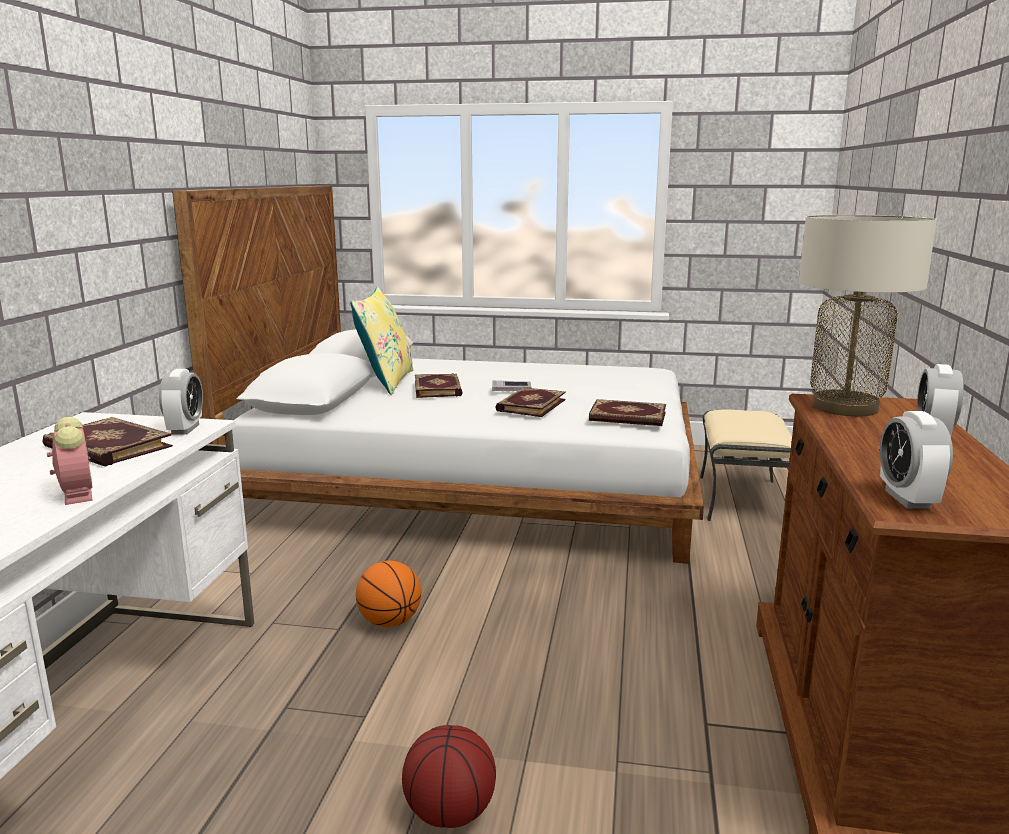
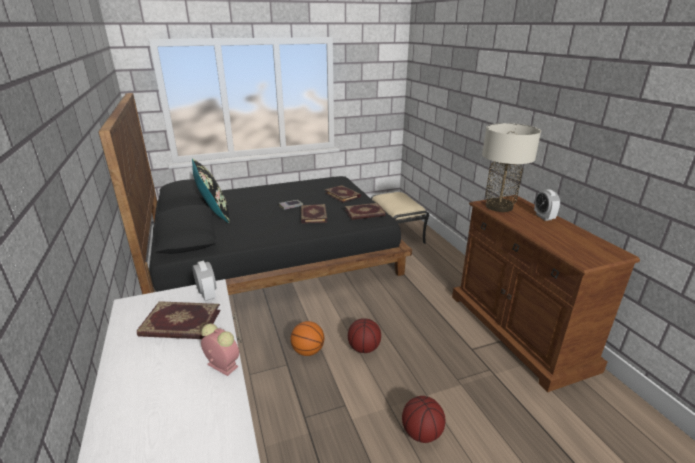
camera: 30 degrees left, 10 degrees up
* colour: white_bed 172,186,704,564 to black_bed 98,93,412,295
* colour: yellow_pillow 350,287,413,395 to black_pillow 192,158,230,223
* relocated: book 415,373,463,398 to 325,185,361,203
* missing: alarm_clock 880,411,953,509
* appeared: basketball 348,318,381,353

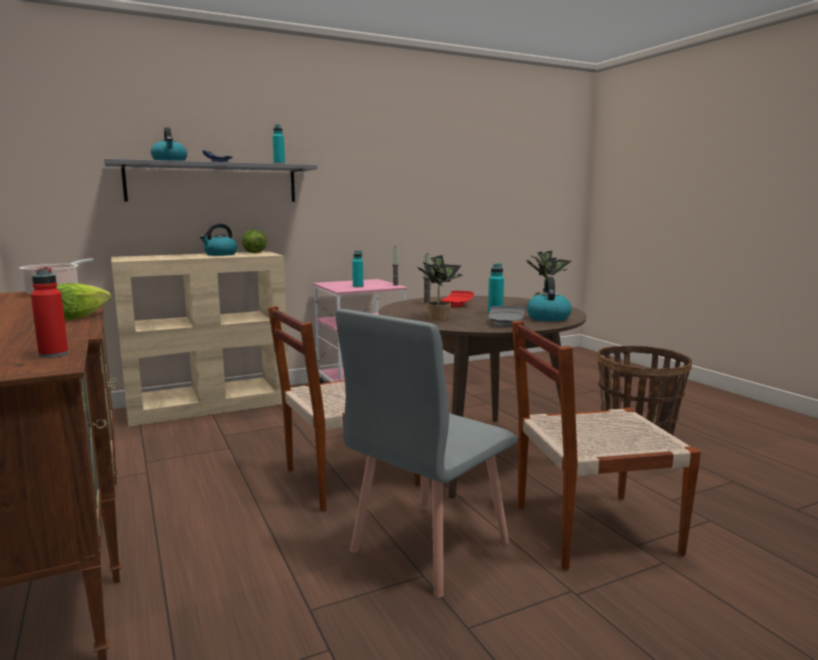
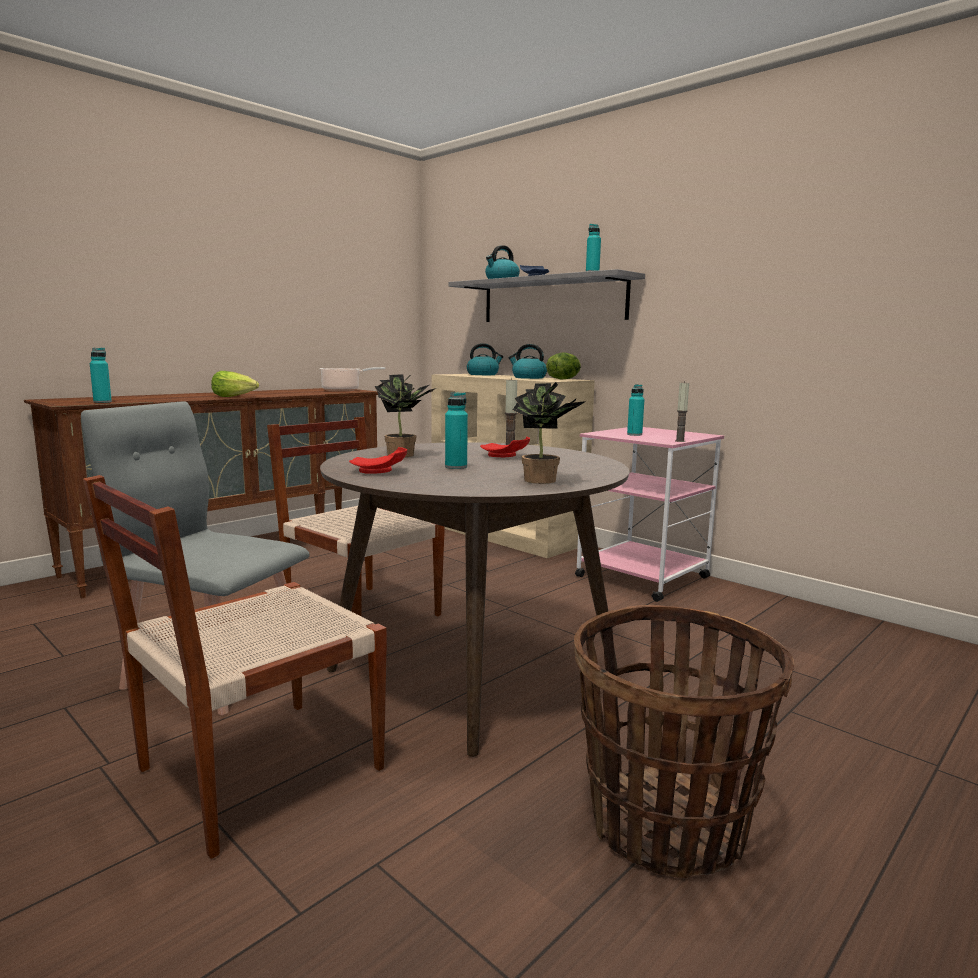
camera: 70 degrees right, 0 degrees up
* colour: red_bottle 31,267,69,358 to turquoise_bottle 90,348,112,403
* relocated: kettle 527,277,571,322 to 467,343,503,375
* colour: grey_plate 489,306,524,327 to red_plate 349,447,407,474
* spun: chair 512,320,701,570 = 83,475,387,859 105 degrees counterclockwise

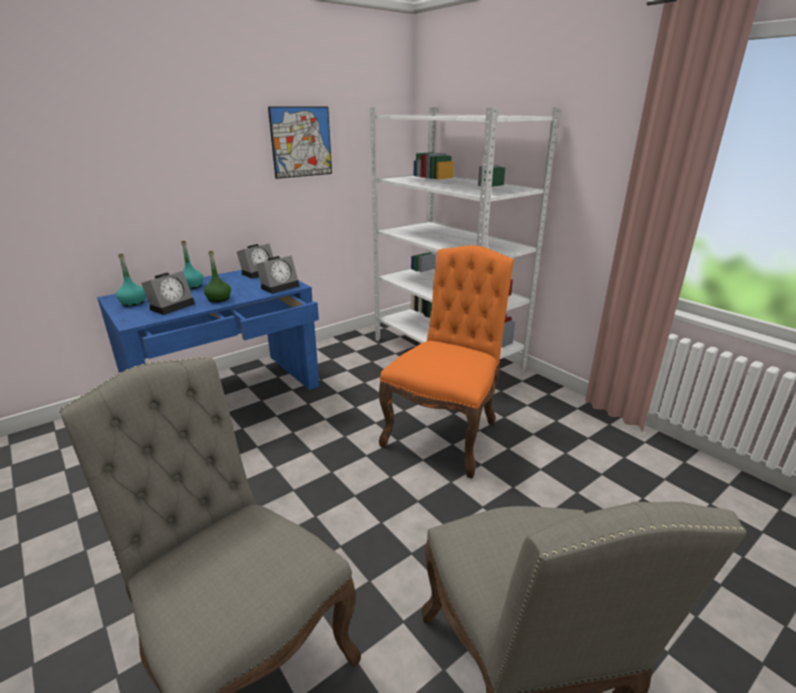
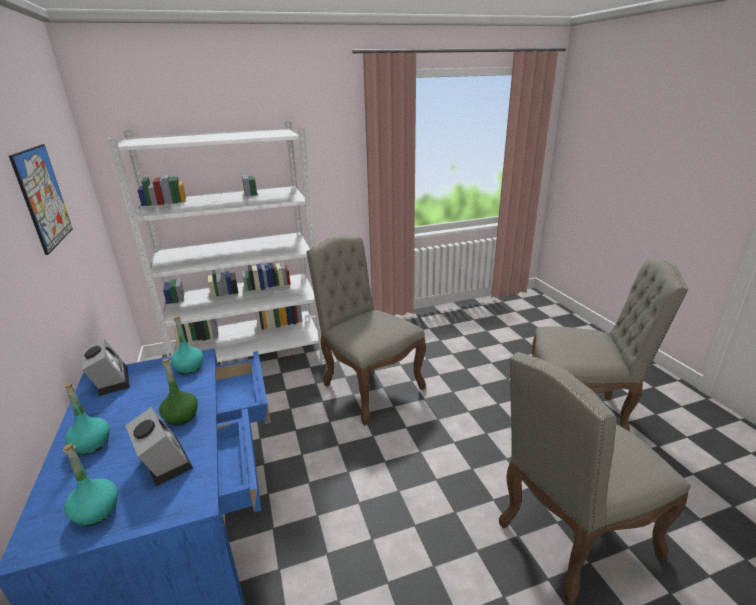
camera: 70 degrees left, 0 degrees up
* colour: orange_chair 379,245,514,479 to grey_chair 307,236,426,425
* exchanged: alarm_clock 256,255,299,294 to turquoise_bottle 171,316,203,374

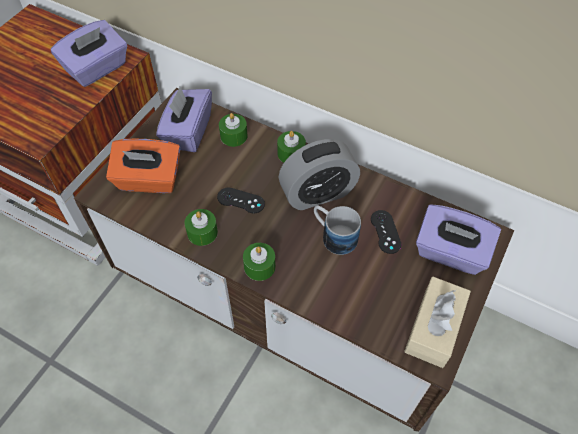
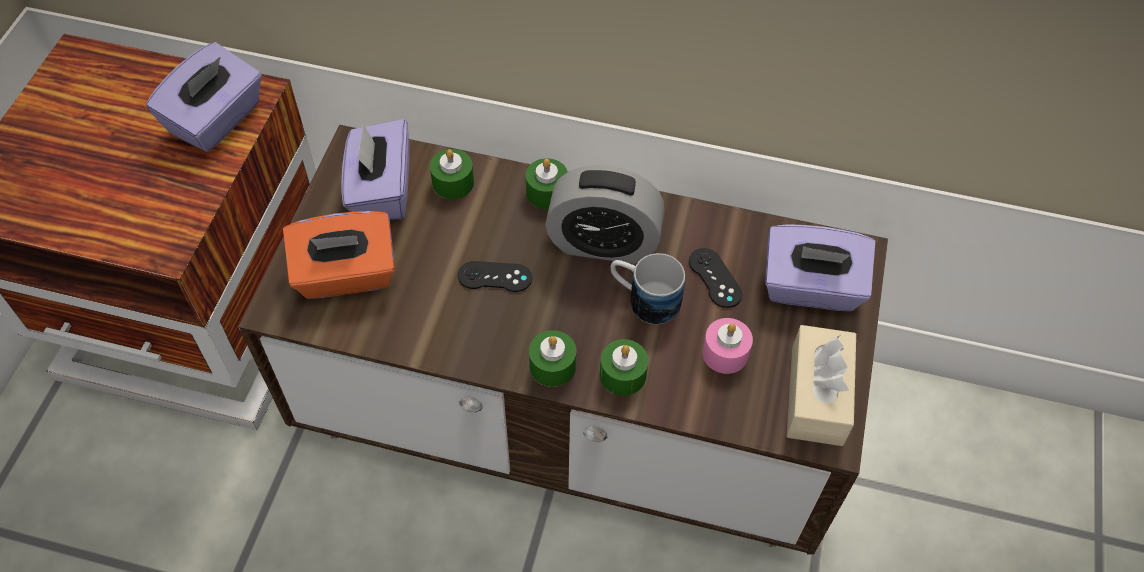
camera: 15 degrees left, 0 degrees up
* spun: alarm_clock 278,139,360,210 = 545,165,665,264 45 degrees clockwise
* relocated: green_candle 185,209,218,246 to 600,339,648,396
* appeared: pink_candle 702,318,753,374

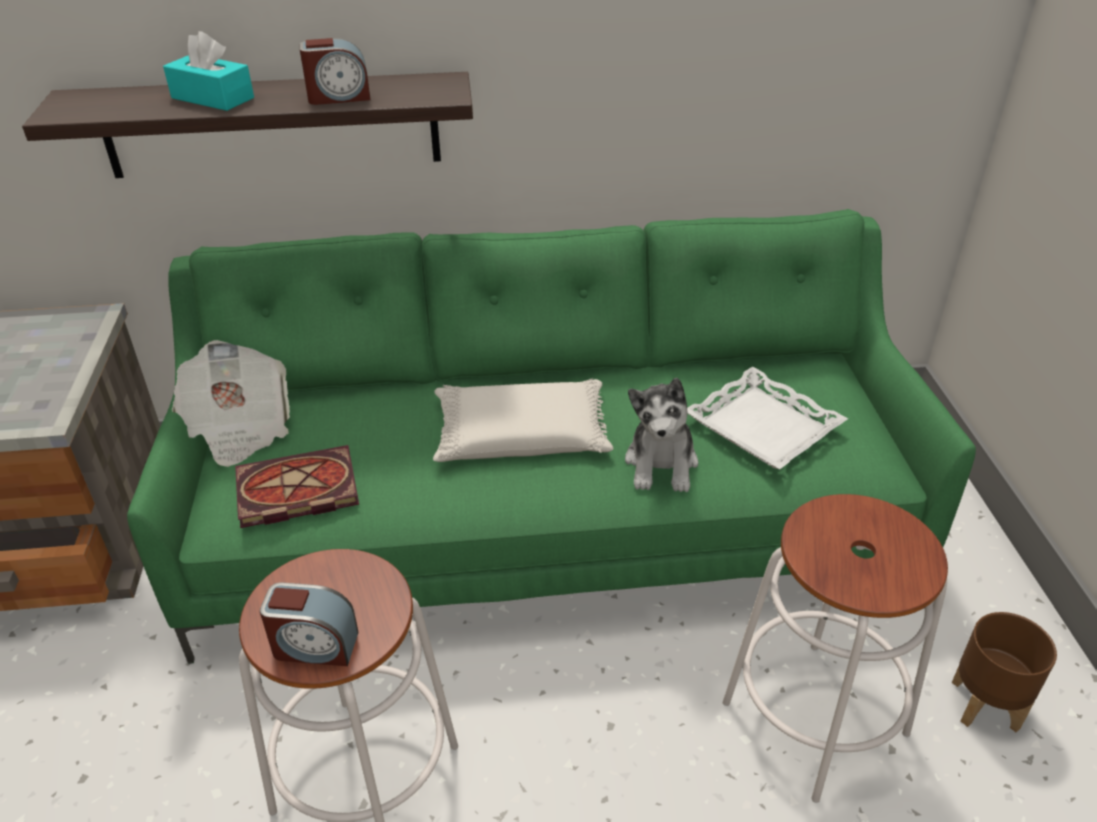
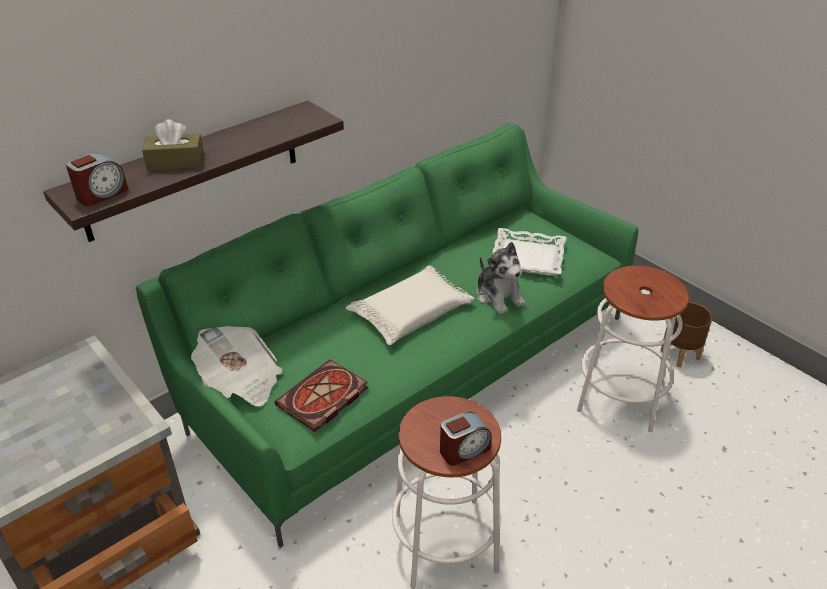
camera: 35 degrees left, 0 degrees up
* colour: turquoise_tissue_box 163,31,254,111 to brown_tissue_box 142,119,204,171
* relocated: alarm_clock 299,38,371,105 to 66,153,128,206

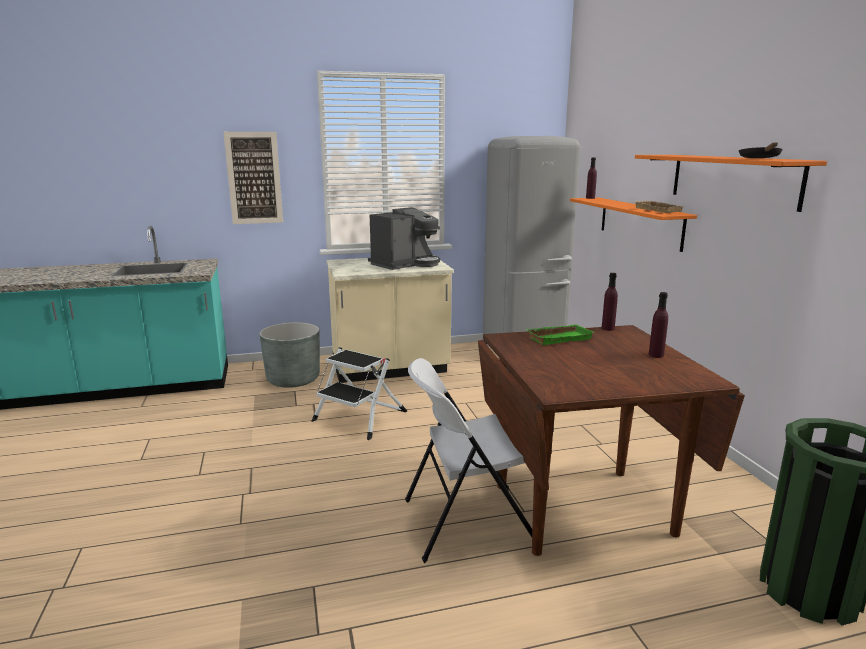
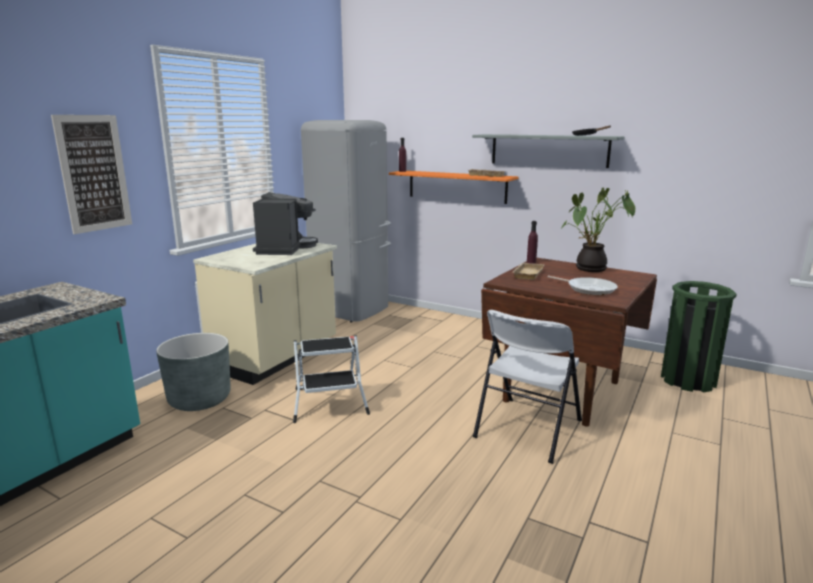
camera: 45 degrees left, 0 degrees up
* colour: orange_shelf 635,155,827,212 to grey_shelf 472,134,625,168
* exchanged: purple_bottle 649,292,668,358 to potted_plant 560,188,635,272
* colour: green_tray 525,324,593,345 to beige_tray 513,263,545,280
* appeared: frying_pan 547,276,618,295

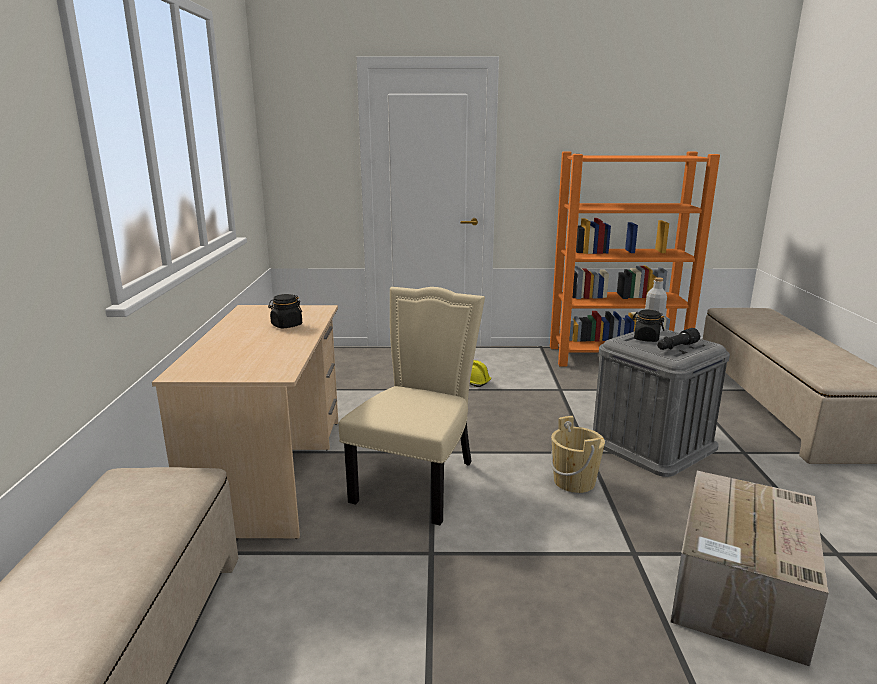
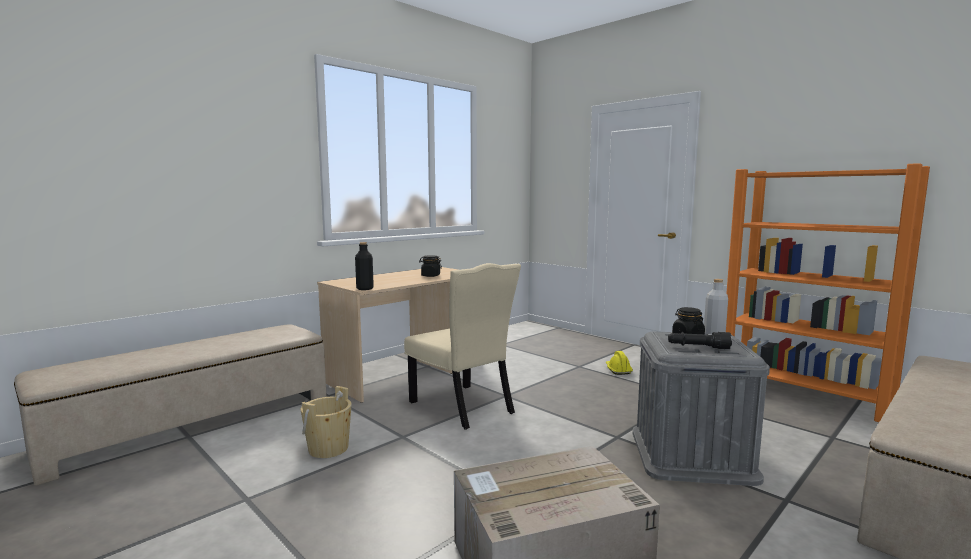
camera: 45 degrees right, 10 degrees down
* spun: beige_chair 339,287,485,525 = 404,263,521,430 75 degrees clockwise
* relocated: beige_bucket 550,416,605,493 to 300,386,352,458
* appeared: black_bottle 355,242,374,290

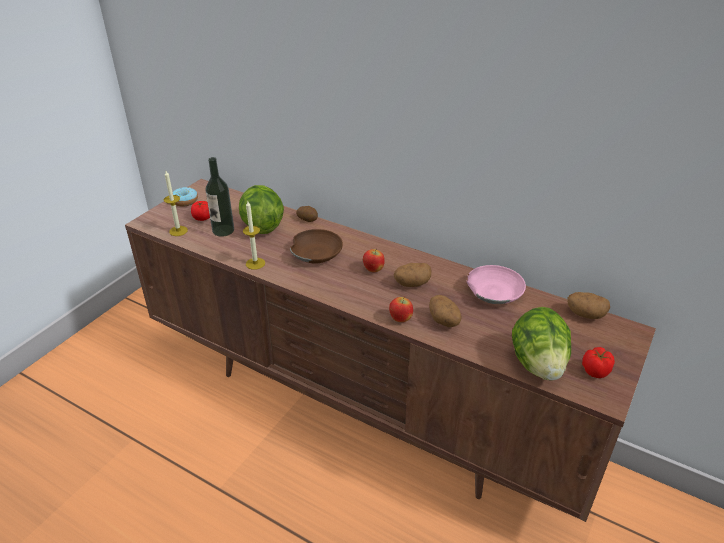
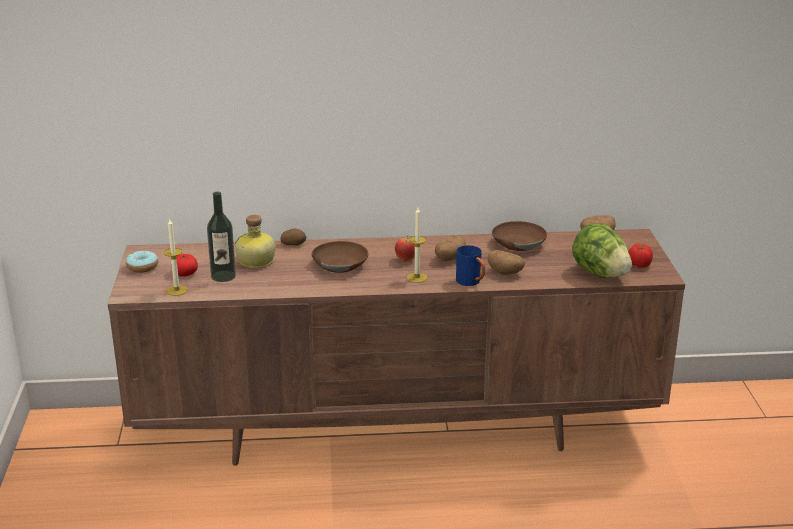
camera: 35 degrees left, 10 degrees down
* exchanged: lettuce 239,185,284,234 to bottle 235,215,276,268
* relocated: candle 243,201,265,270 to 407,207,428,283
* colour: pink_bowl 466,265,526,304 to brown_bowl 492,221,547,251
* exchanged: apple 389,296,413,322 to blue_mug 456,245,485,286

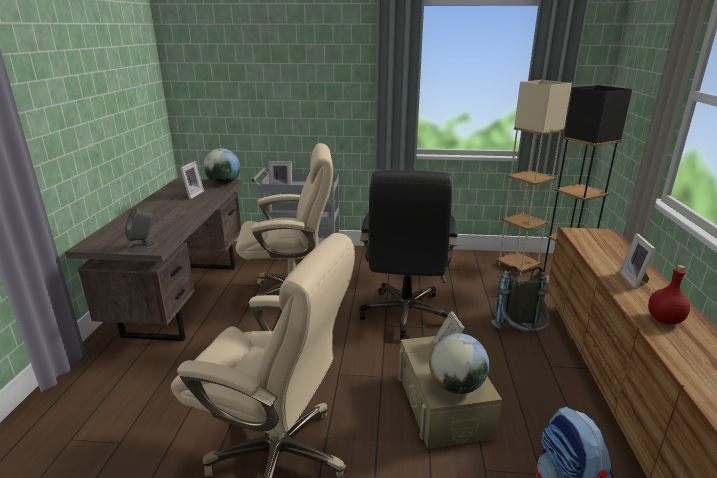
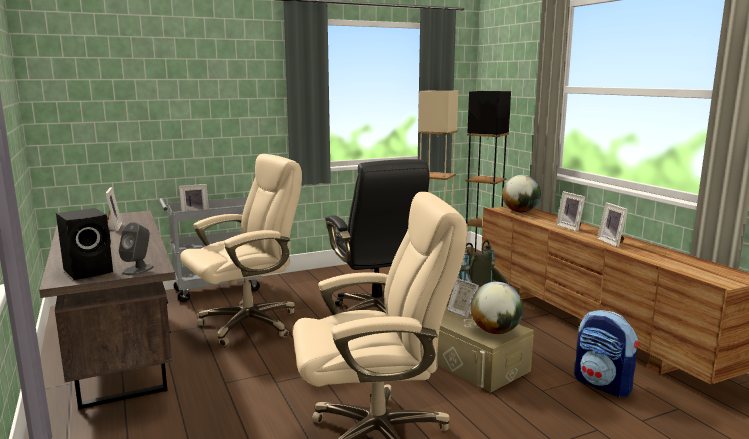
camera: 30 degrees left, 10 degrees down
* relocated: globe 203,148,240,184 to 502,175,541,212
* exchanged: red_bottle 648,265,690,325 to picture_frame 597,202,628,247
* appeared: black_speaker 56,208,113,280

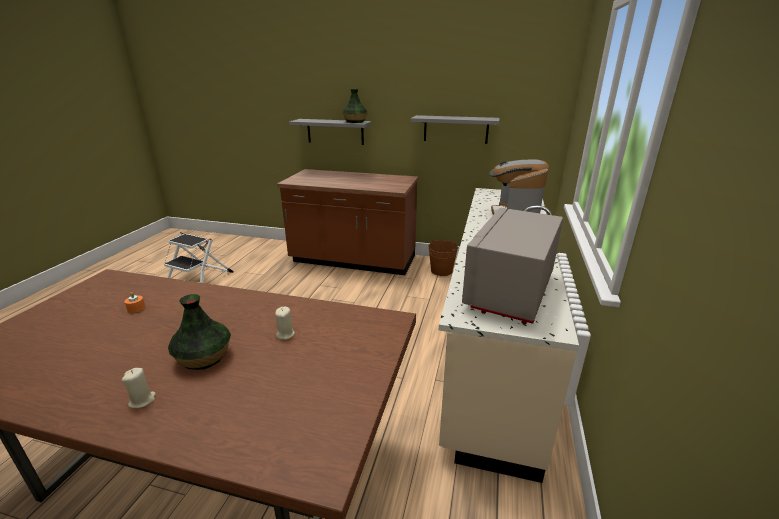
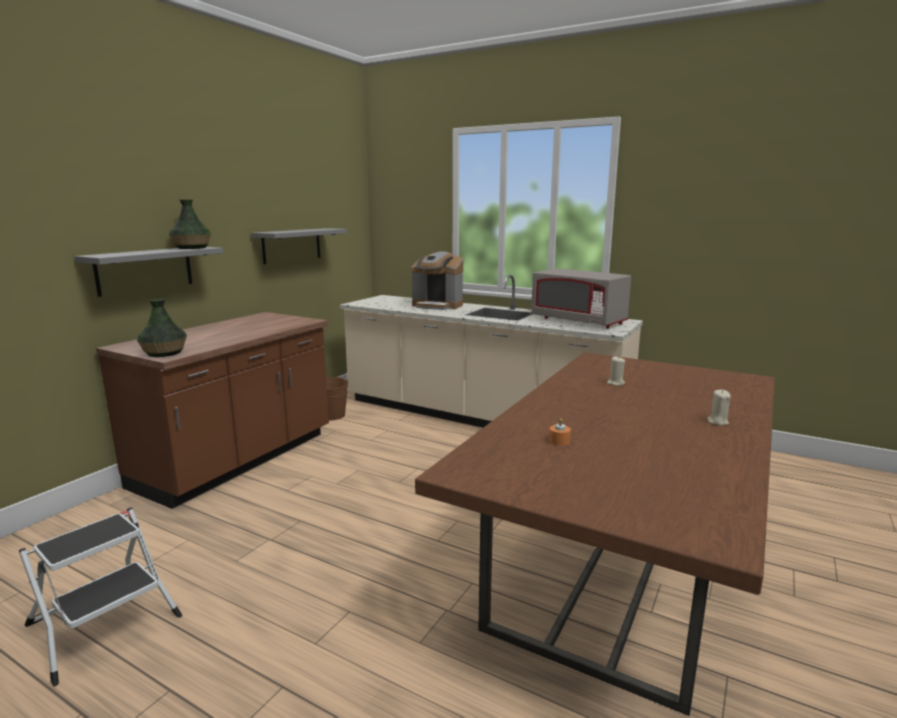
camera: 75 degrees left, 10 degrees down
* relocated: vase 168,294,231,370 to 137,299,187,357

